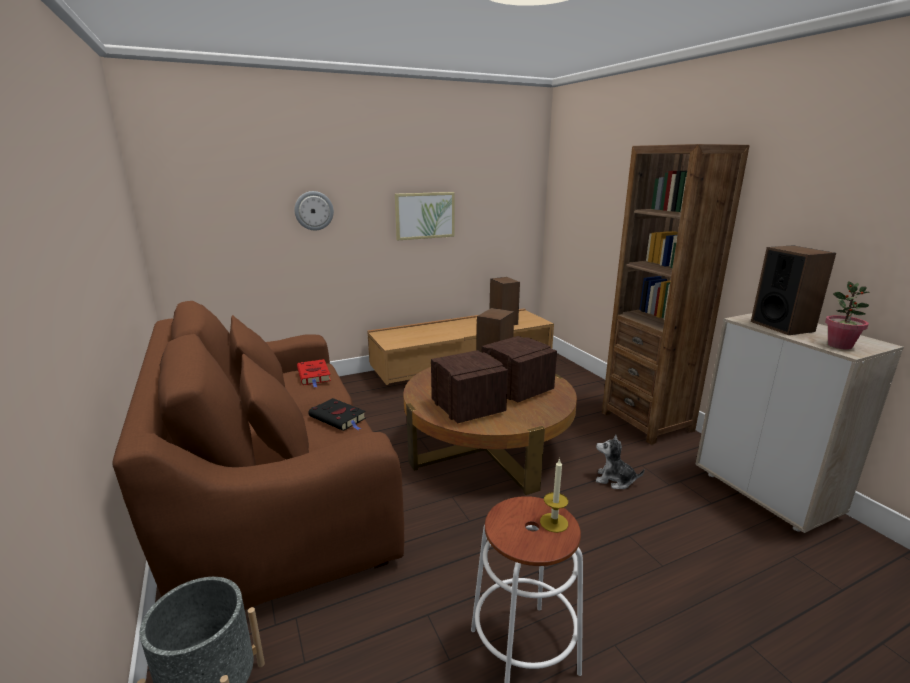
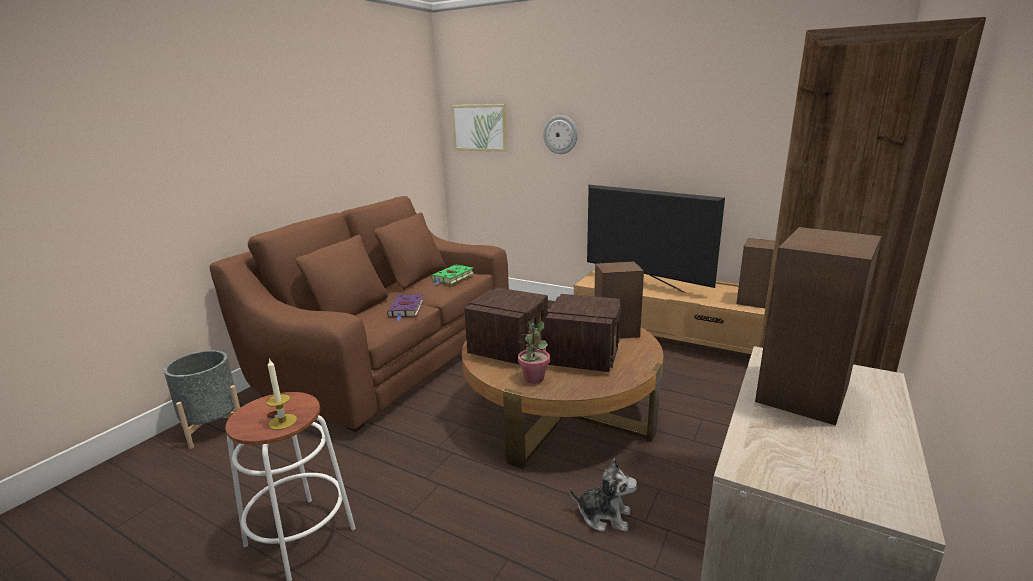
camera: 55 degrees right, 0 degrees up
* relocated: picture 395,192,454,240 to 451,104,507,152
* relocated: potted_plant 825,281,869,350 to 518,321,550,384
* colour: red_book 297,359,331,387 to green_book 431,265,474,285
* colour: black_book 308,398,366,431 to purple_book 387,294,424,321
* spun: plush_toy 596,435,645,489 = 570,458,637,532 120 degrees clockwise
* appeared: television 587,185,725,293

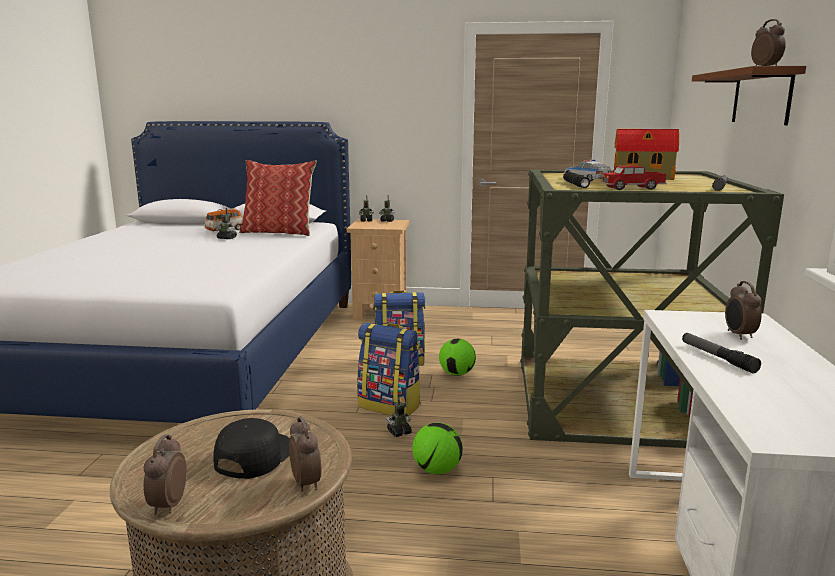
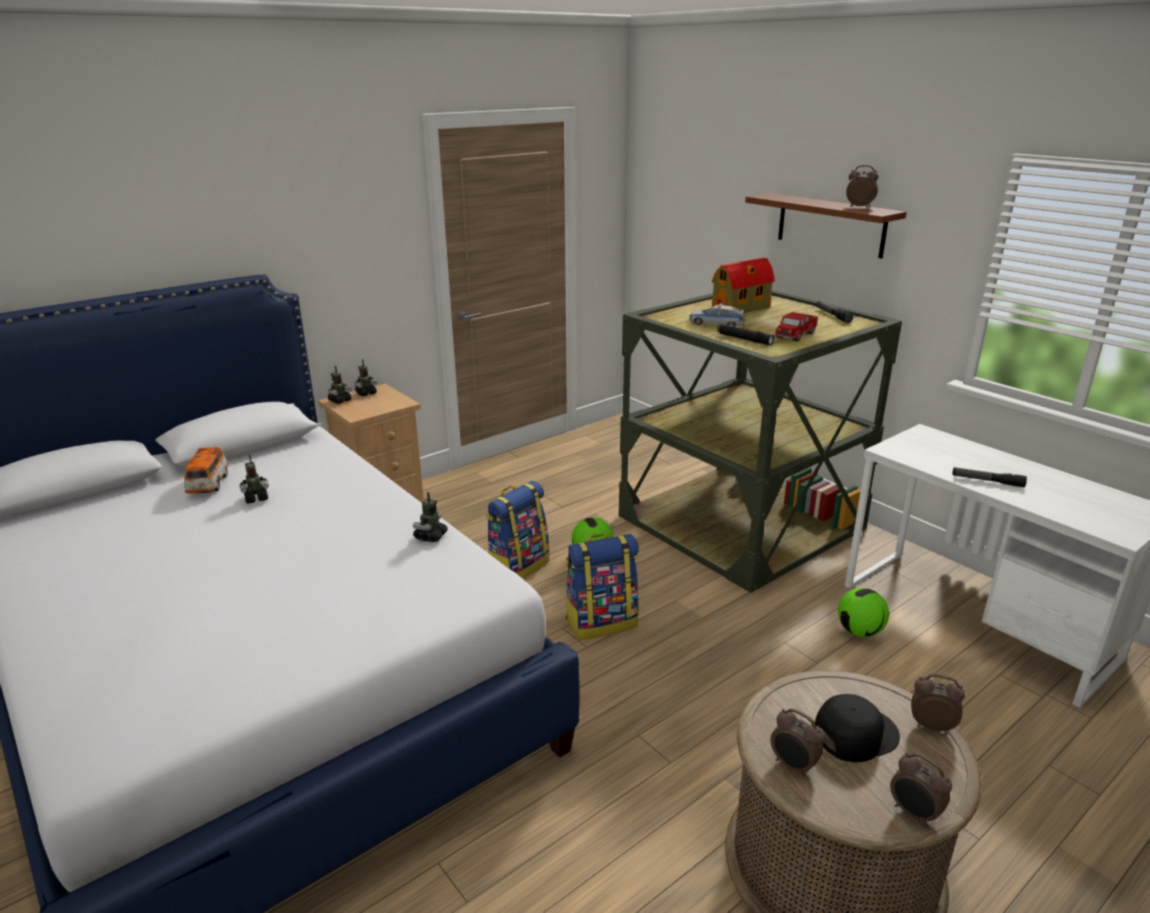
camera: 45 degrees left, 10 degrees up
* missing: pillow 239,160,317,236
* relocated: alarm_clock 725,281,761,340 to 770,708,824,777
* relocated: toy_robot 386,396,412,437 to 413,492,448,542
* spun: black_cap 213,418,290,479 = 815,694,900,762 90 degrees clockwise
* relocated: football 412,423,463,474 to 838,588,889,637

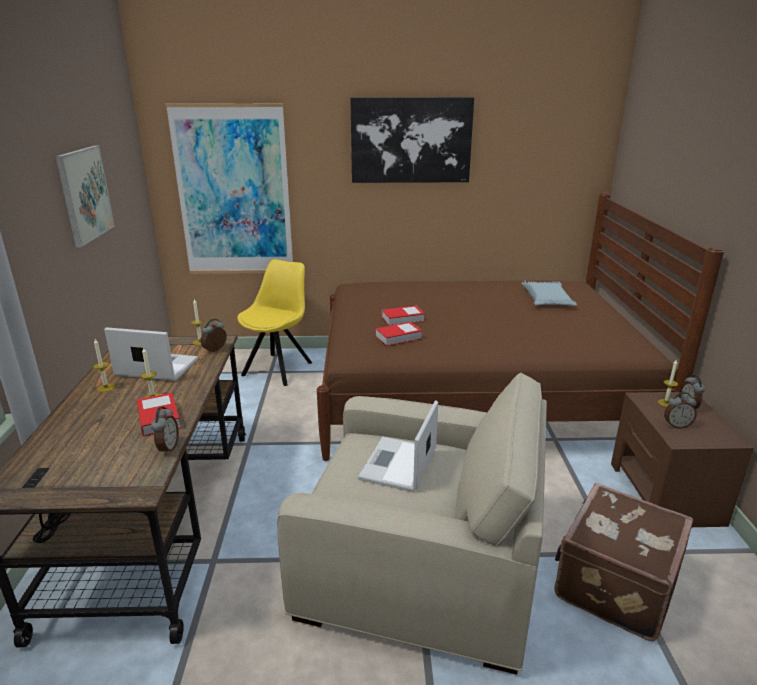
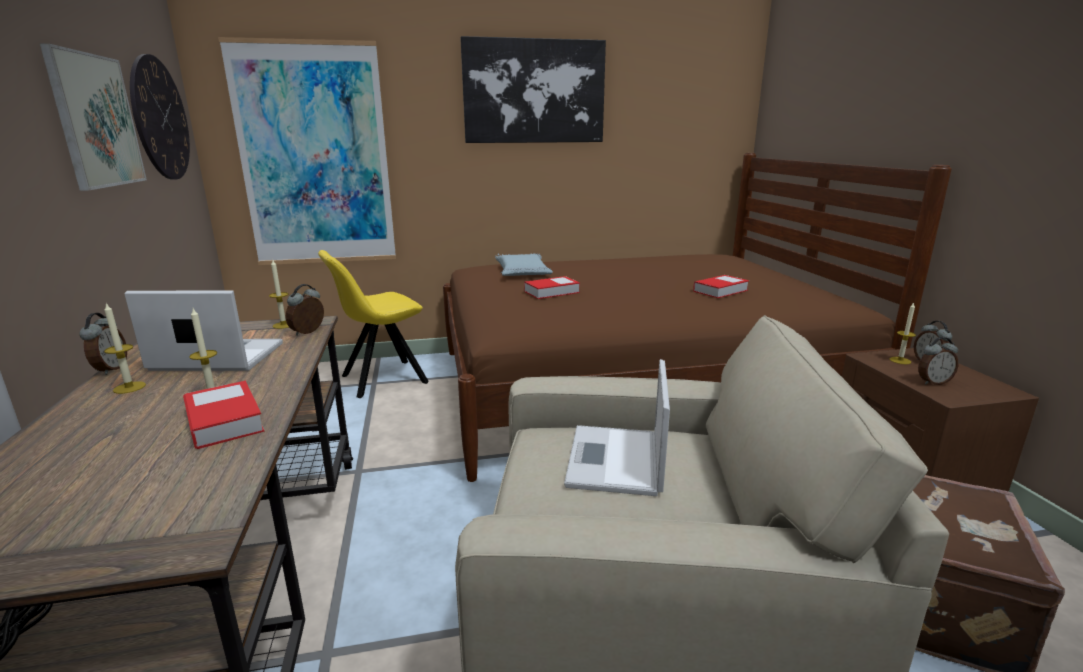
camera: 10 degrees left, 5 degrees down
* spun: yellow_chair 237,259,312,386 = 318,250,429,398 135 degrees counterclockwise
* relocated: blue_pillow 522,280,577,306 to 495,253,553,276
* relocated: book 375,322,422,346 to 693,275,749,298
* relocated: alarm_clock 151,407,179,455 to 79,313,127,375
* appeared: wall_clock 130,54,190,179

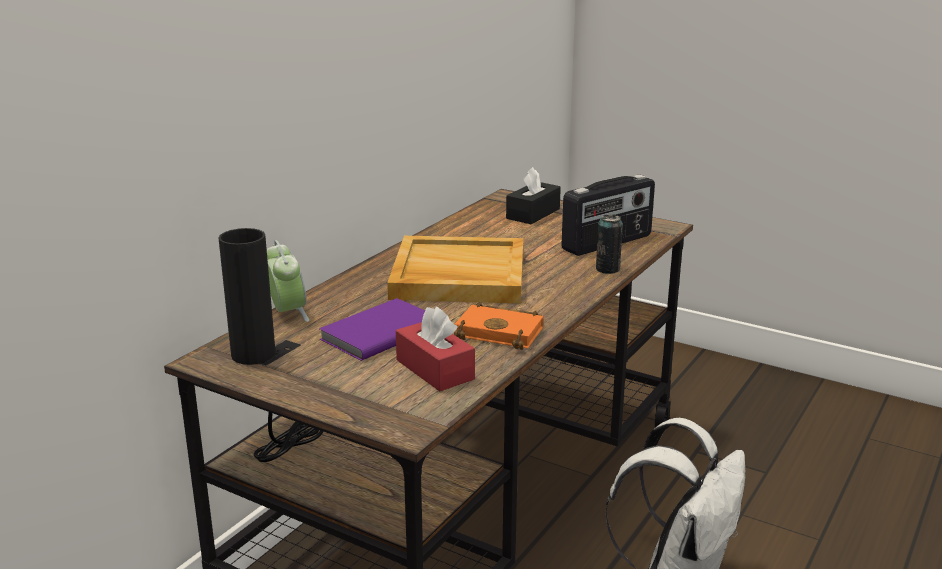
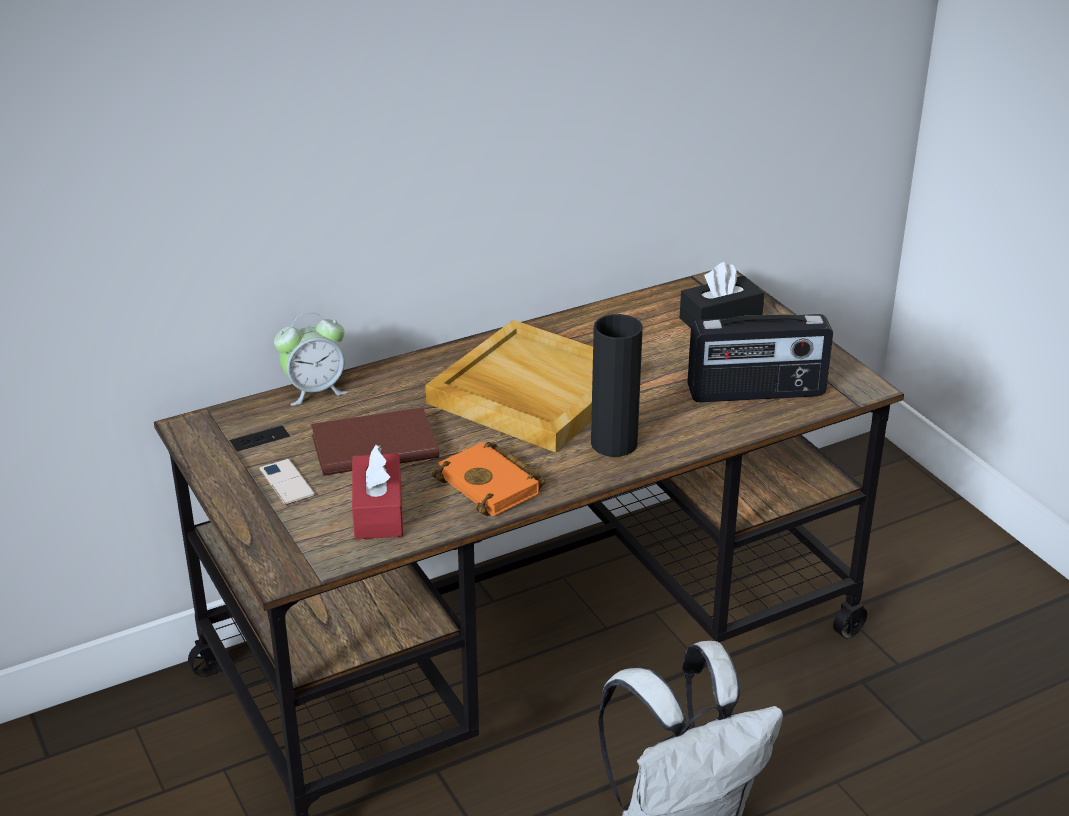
camera: 30 degrees right, 10 degrees up
* missing: can 596,215,623,274
* relocated: black_vase 219,228,276,365 to 591,314,643,457
* spun: alarm_clock 267,240,309,322 = 274,312,348,406 60 degrees clockwise
* colour: purple_book 319,298,425,361 to brown_book 311,407,439,476
* appeared: phone 259,459,315,505

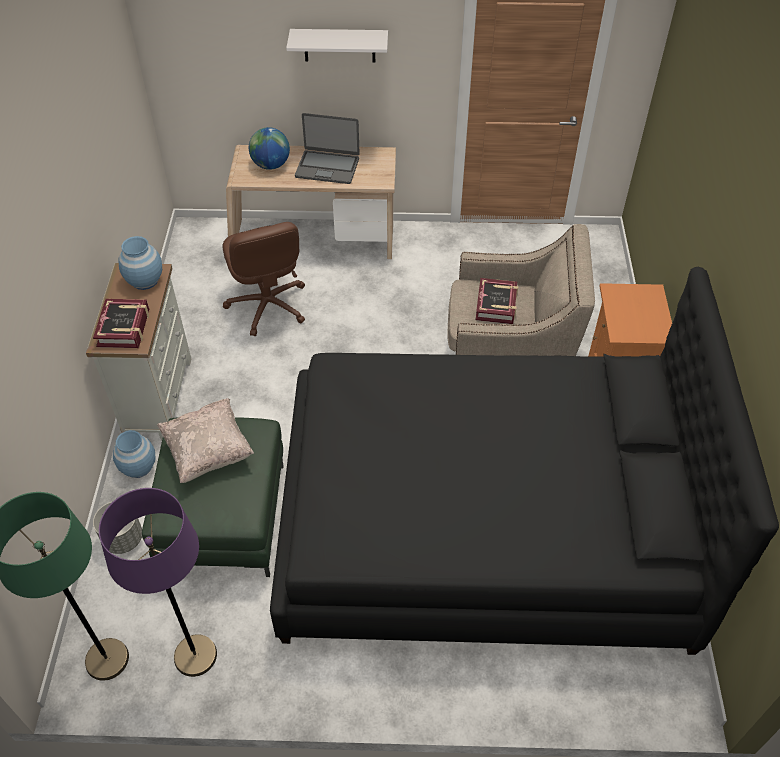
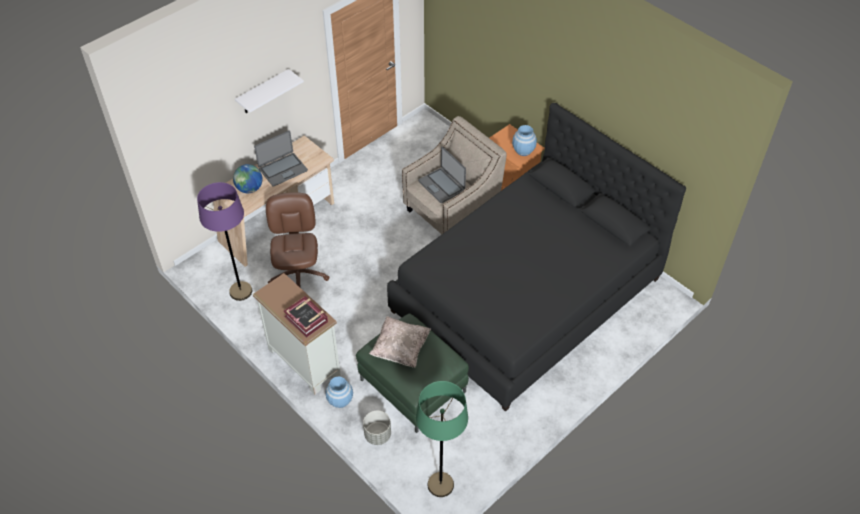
camera: 45 degrees left, 0 degrees up
* spun: brown_office_chair 222,222,305,336 = 266,192,330,287 120 degrees counterclockwise
* relocated: blue_vase 118,236,162,290 to 512,125,537,156
* exchanged: book 476,278,518,324 to laptop 418,146,466,203
* relocated: purple_floor_lamp 99,488,217,677 to 197,182,252,301

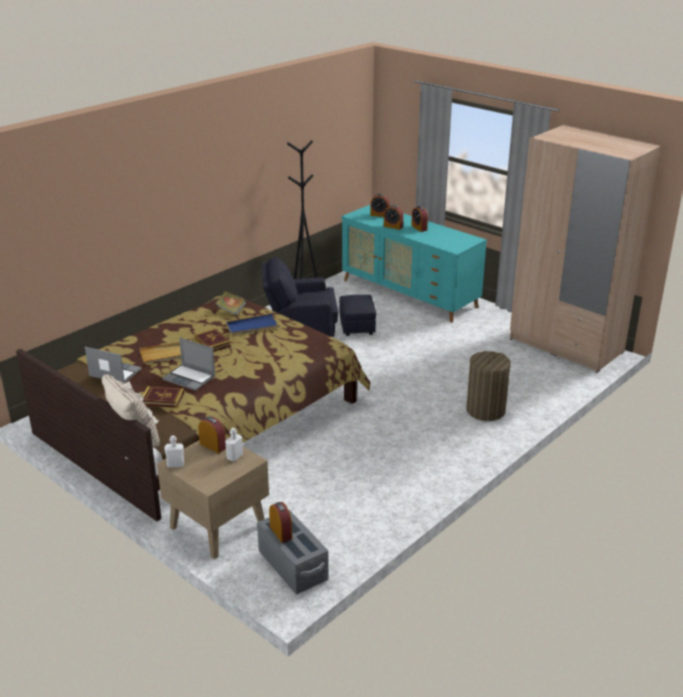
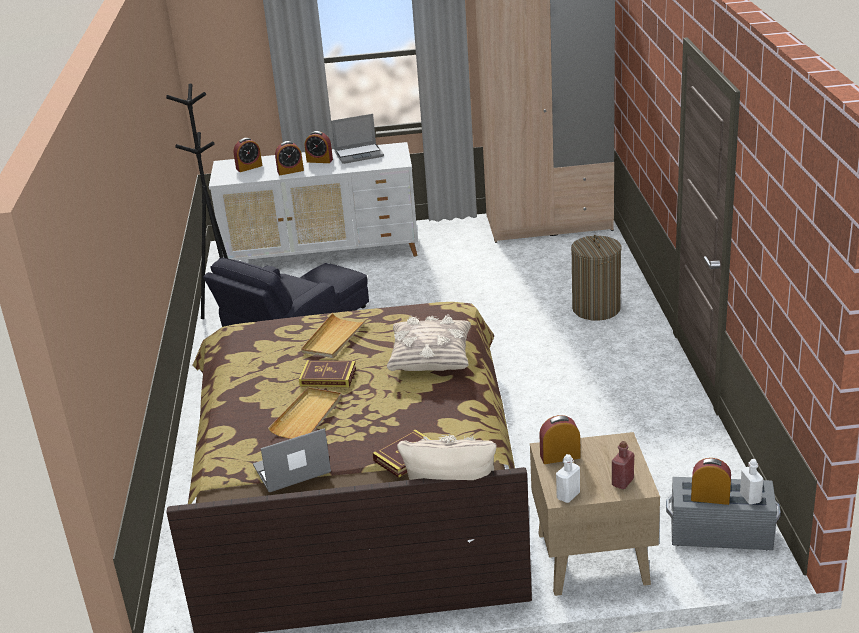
camera: 45 degrees left, 0 degrees up
* colour: turquoise_dresser 341,205,487,323 to white_dresser 209,142,418,260
* missing: book 215,291,247,316
* colour: blue_tray 226,313,280,336 to beige_tray 301,313,367,358
* relocated: laptop 163,338,216,391 to 331,114,384,164
* relocated: white_bottle 225,428,243,462 to 740,459,764,505
* appeared: beige_pillow 387,315,471,371
* appeared: red_bottle 612,441,634,489

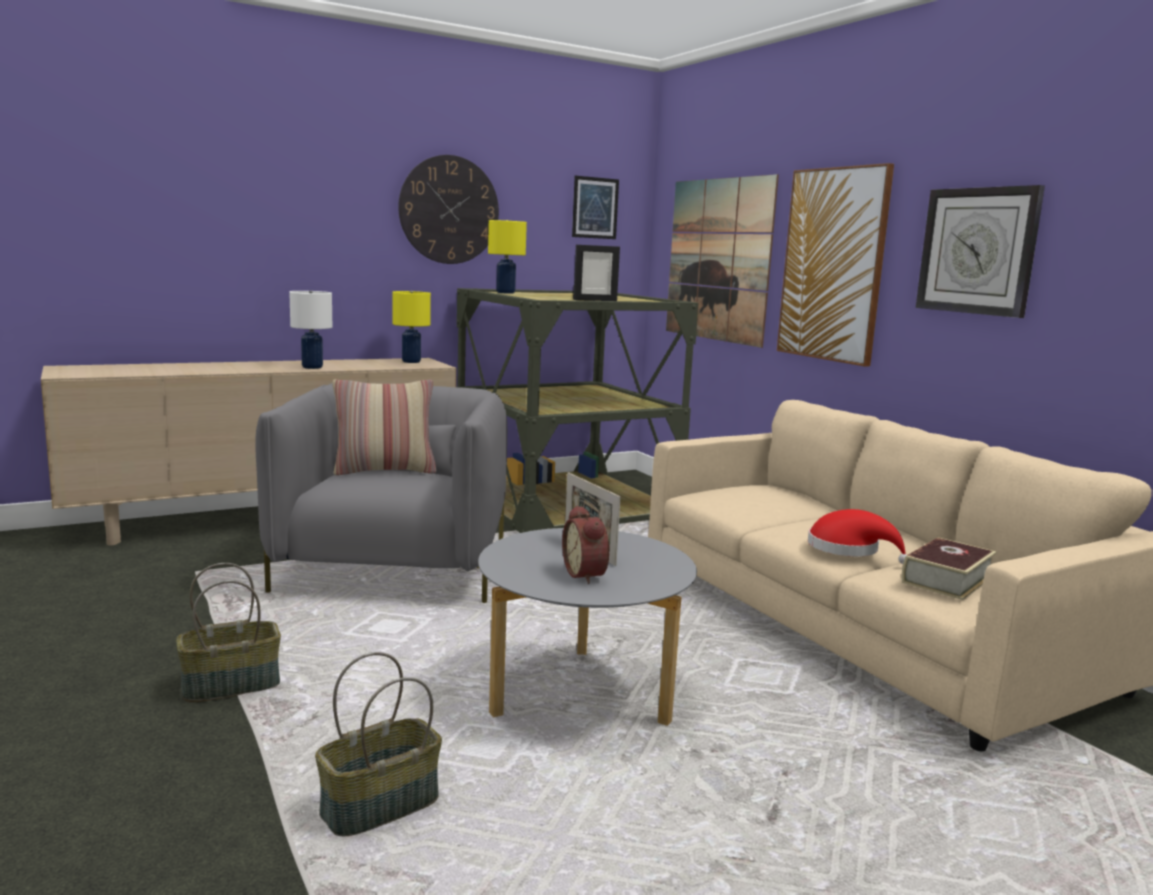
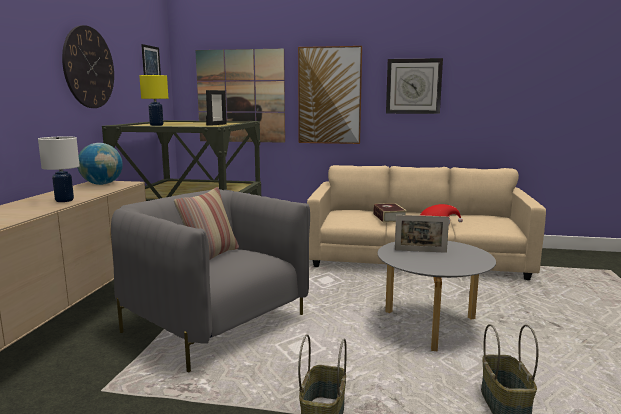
camera: 50 degrees left, 0 degrees up
* exchanged: yellow_table_lamp 393,291,431,363 to globe 77,143,123,185
* missing: alarm_clock 562,505,609,584
* relocated: book 902,537,997,600 to 373,203,407,223

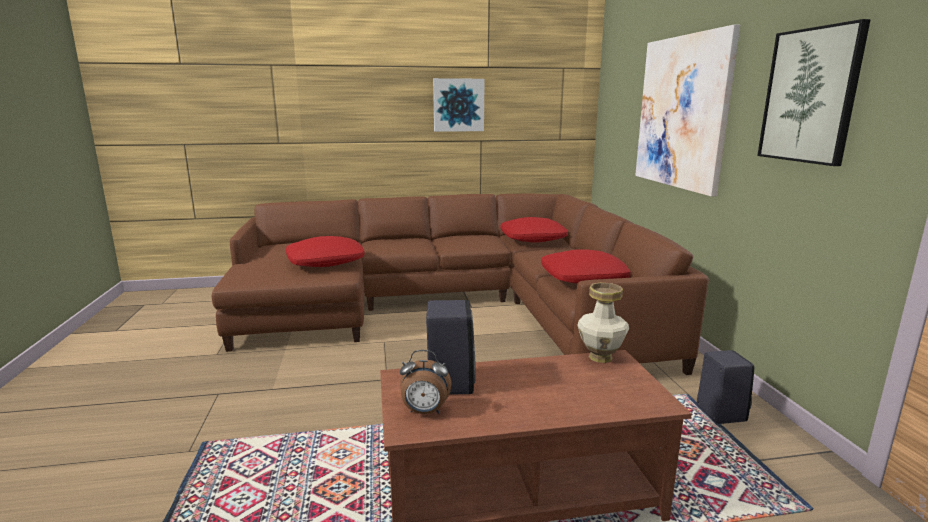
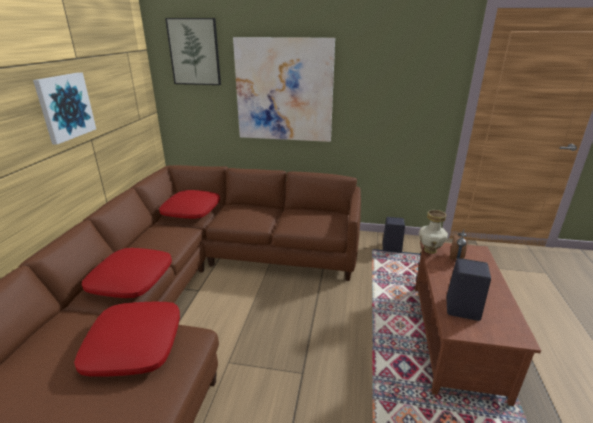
camera: 70 degrees left, 10 degrees up
* relocated: picture 757,19,871,166 to 165,18,221,85
* relocated: red_pillow 541,249,631,284 to 82,248,172,298
* relocated: alarm_clock 400,350,452,414 to 450,230,468,259

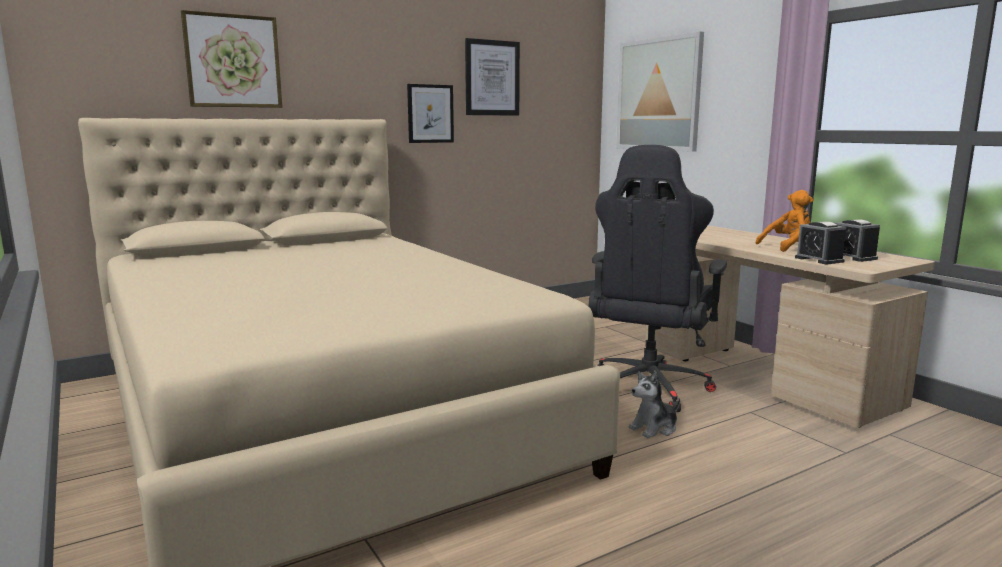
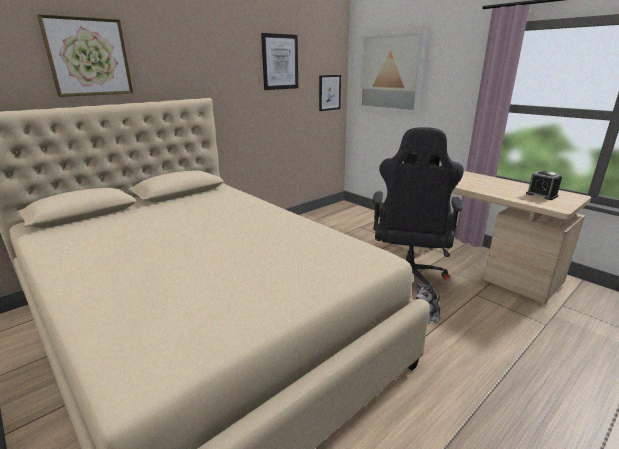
camera: 10 degrees left, 10 degrees up
* relocated: picture 407,84,454,143 to 319,75,341,111
* missing: orange_plush_toy 756,190,813,252
* missing: alarm_clock 795,221,846,264

